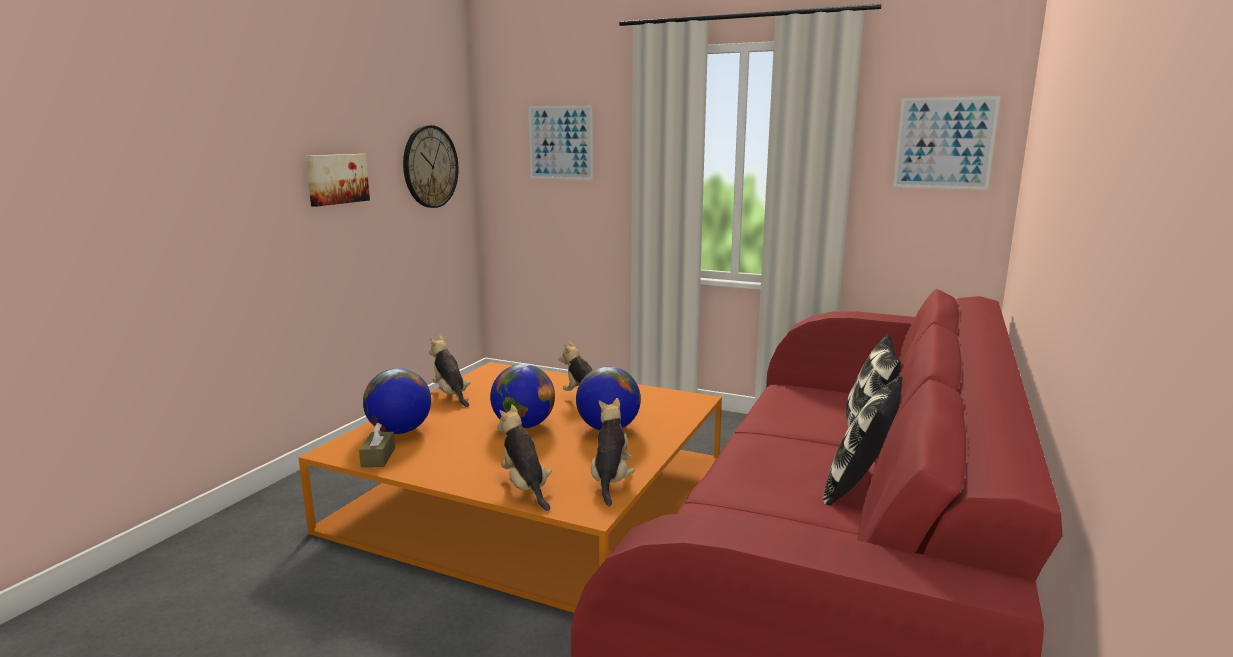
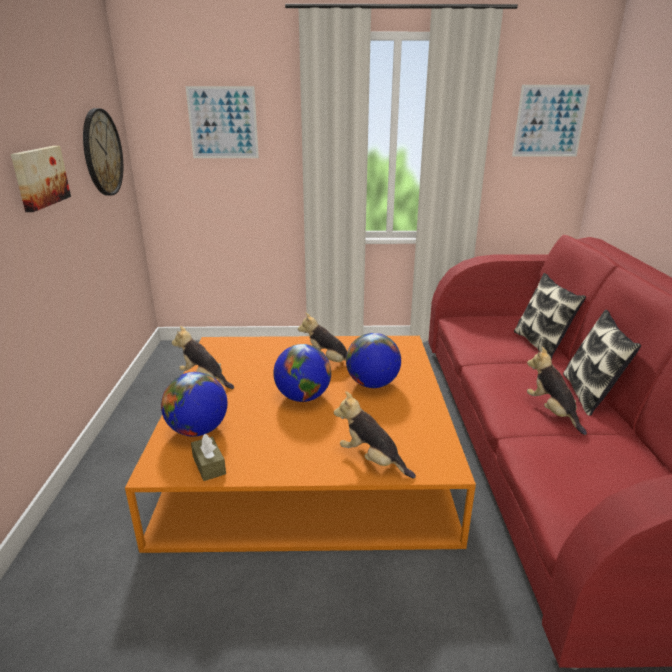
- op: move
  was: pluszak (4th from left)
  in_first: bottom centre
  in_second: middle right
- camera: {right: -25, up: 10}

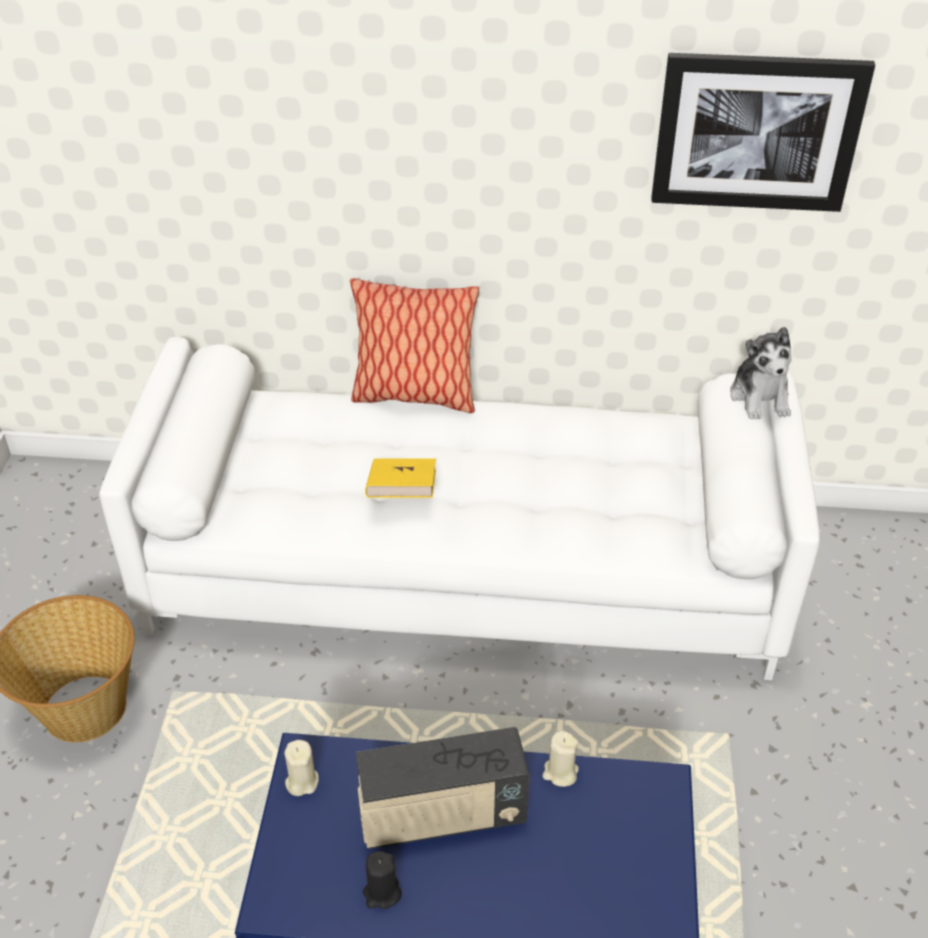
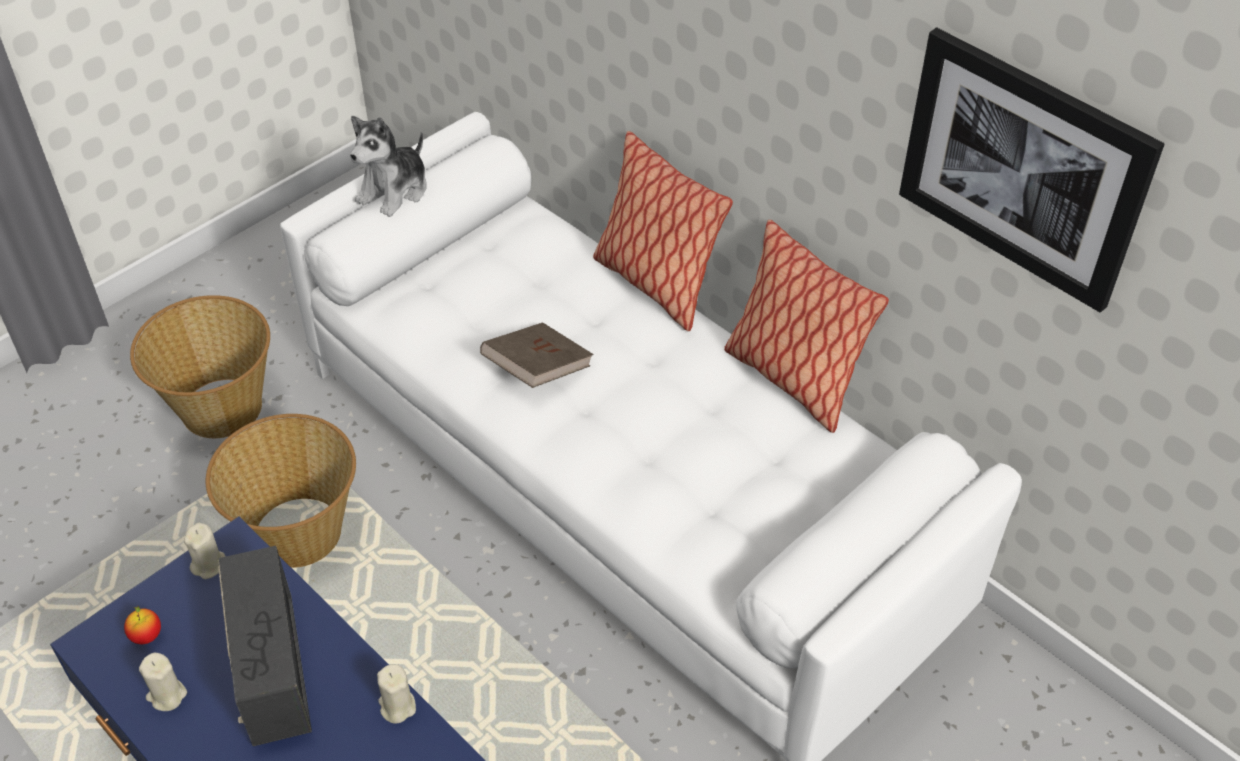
- op: insert
  now: jabłko
  in_second: bottom left
- op: insert
  now: koszyk (2nd from left)
  in_second: middle left
- op: insert
  now: poduszka (2nd from left)
  in_second: centre
- op: move
  was: pluszak
  in_first: middle right
  in_second: top left
- op: recolor
  was: świeca [czarny]
  now: świeca [beżowy] (1st from left)
  in_first: bottom centre
  in_second: bottom left
- op: recolor
  was: książka [żółty]
  now: książka [brązowy]
  in_first: centre
  in_second: centre
- op: rotate
  was: radio
  in_first: bottom centre
  in_second: bottom left
  clockwise: 45
- camera: {right: 40, up: 5}

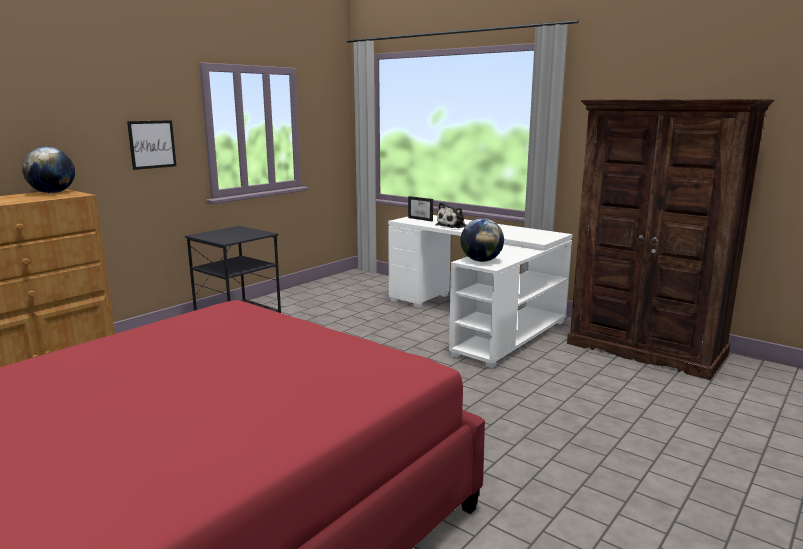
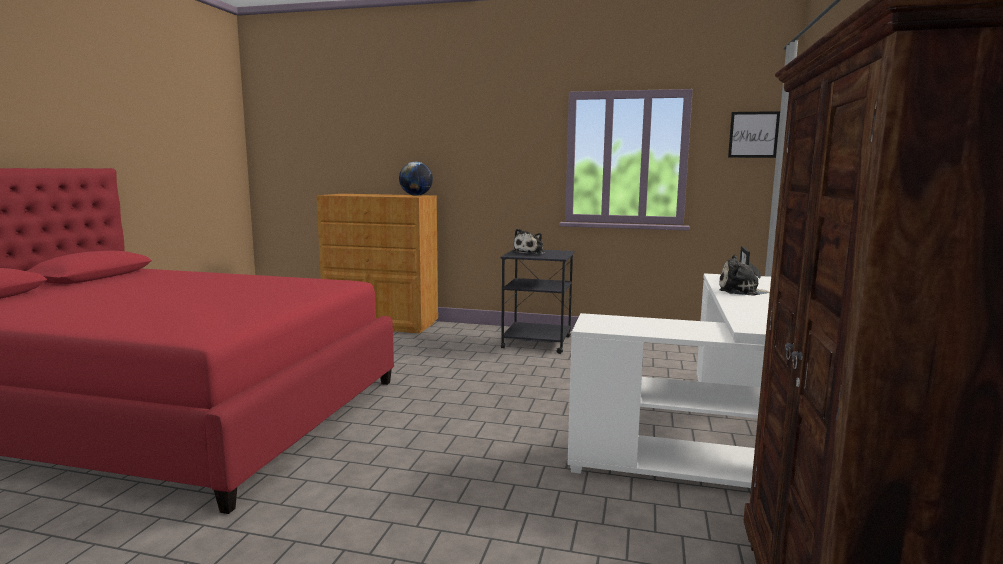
- op: delete
  was: globus (2nd from left)
  in_first: centre
- op: insert
  now: pluszak (1st from left)
  in_second: centre
- op: move
  was: obraz
  in_first: top left
  in_second: top right
- camera: {right: 65, up: -5}

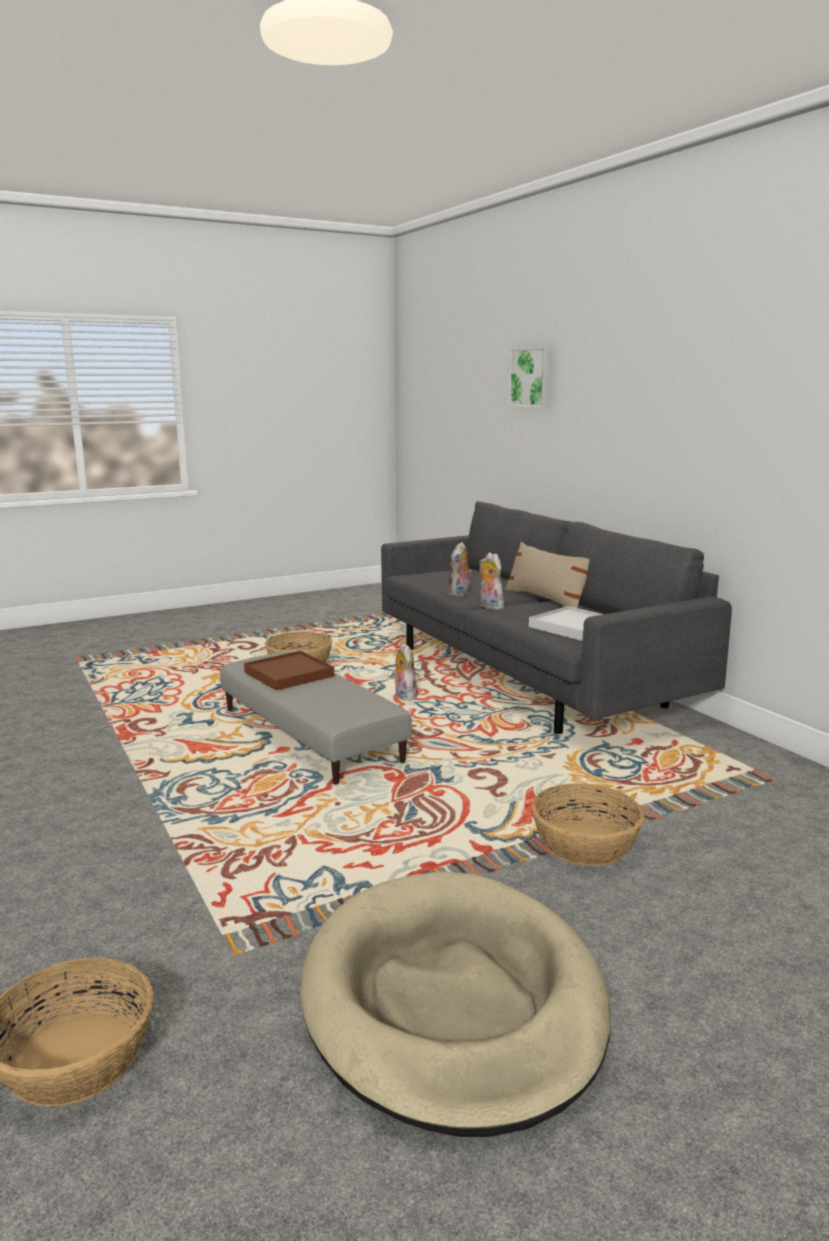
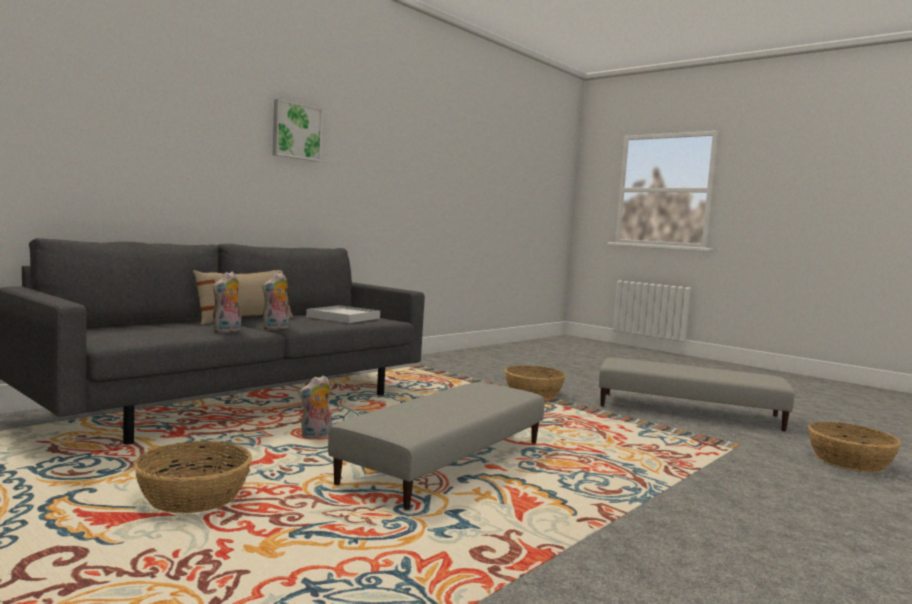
- op: delete
  was: taca [brązowy]
  in_first: centre
- op: move
  was: obraz
  in_first: top centre
  in_second: top left
- op: replace
  was: legowisko [beżowy]
  now: pufa [szary] (2nd from left)
  in_first: bottom centre
  in_second: middle right
- op: rotate
  was: pluszak (2nd from left in the first image)
  in_first: centre
  in_second: middle left
  clockwise: 105
- camera: {right: -110, up: -10}

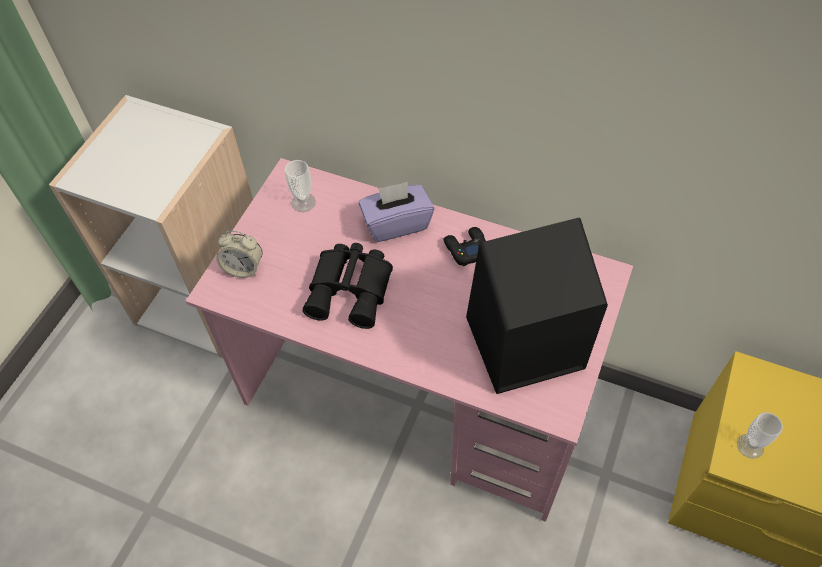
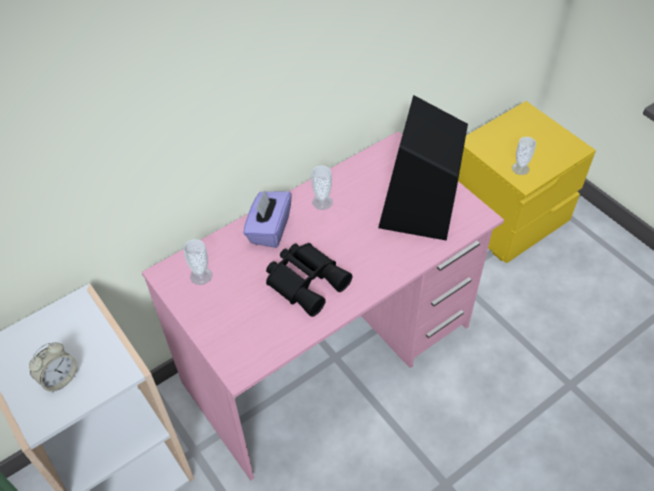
- op: move
  was: budzik
  in_first: middle left
  in_second: bottom left
- op: replace
  was: pad do gier [czarny]
  now: filiżanka (2nd from left)
  in_first: centre
  in_second: centre
- camera: {right: -60, up: -5}

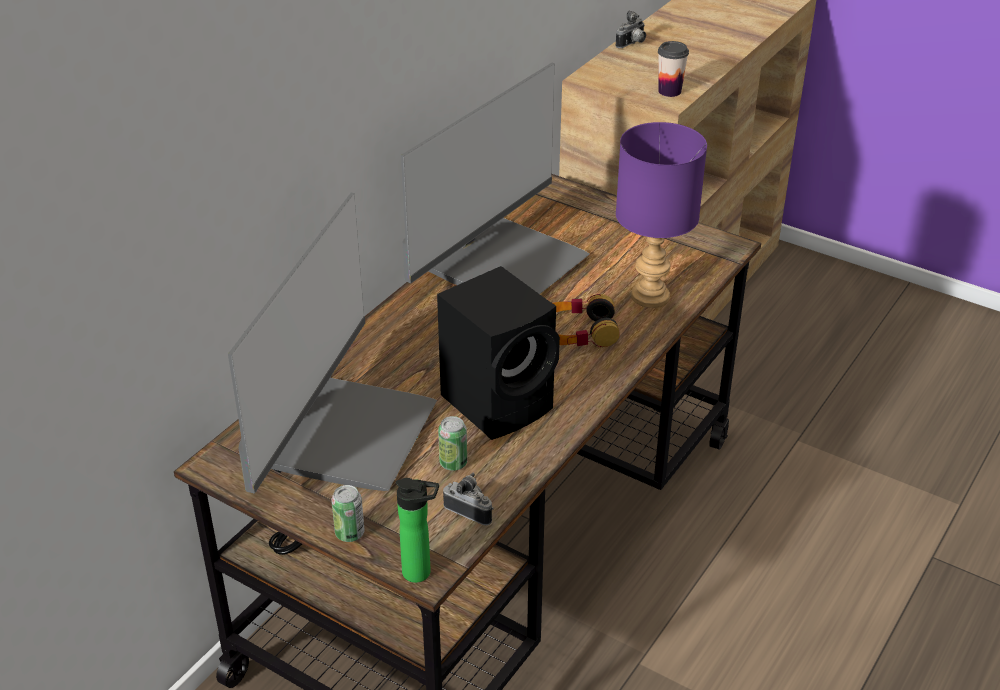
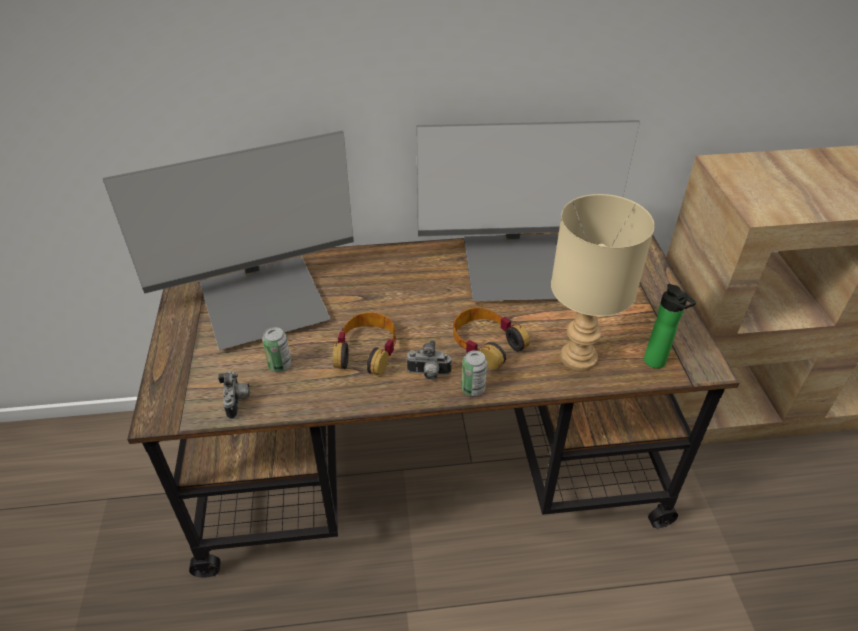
- op: delete
  was: filiżanka
  in_first: top right
- op: move
  was: puszka (1st from left in the first image)
  now: puszka (2nd from left)
  in_first: bottom centre
  in_second: centre
- op: move
  was: butelka
  in_first: bottom centre
  in_second: middle right
- op: move
  was: aparat fotograficzny (2nd from left)
  in_first: top centre
  in_second: centre
- op: replace
  was: głośnik [czarny]
  now: słuchawki (1st from left)
  in_first: centre
  in_second: centre
- op: recolor
  was: lampa stołowa [fioletowy]
  now: lampa stołowa [beżowy]
  in_first: top centre
  in_second: middle right
- camera: {right: 50, up: 5}

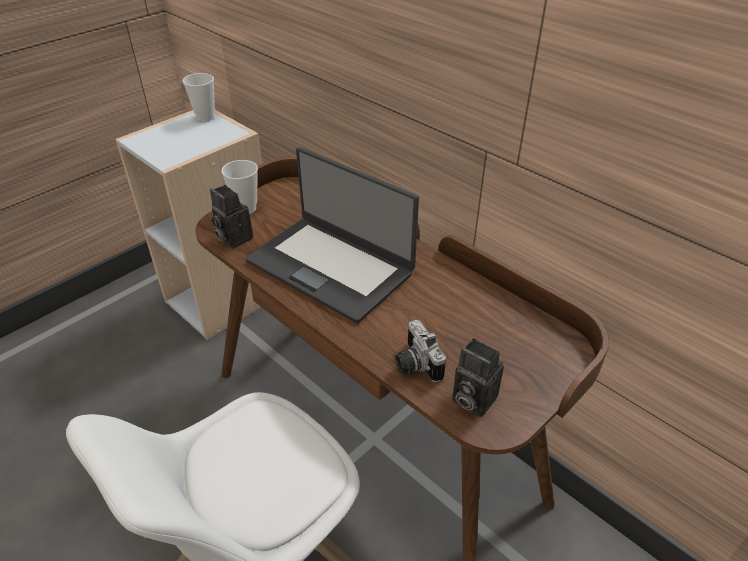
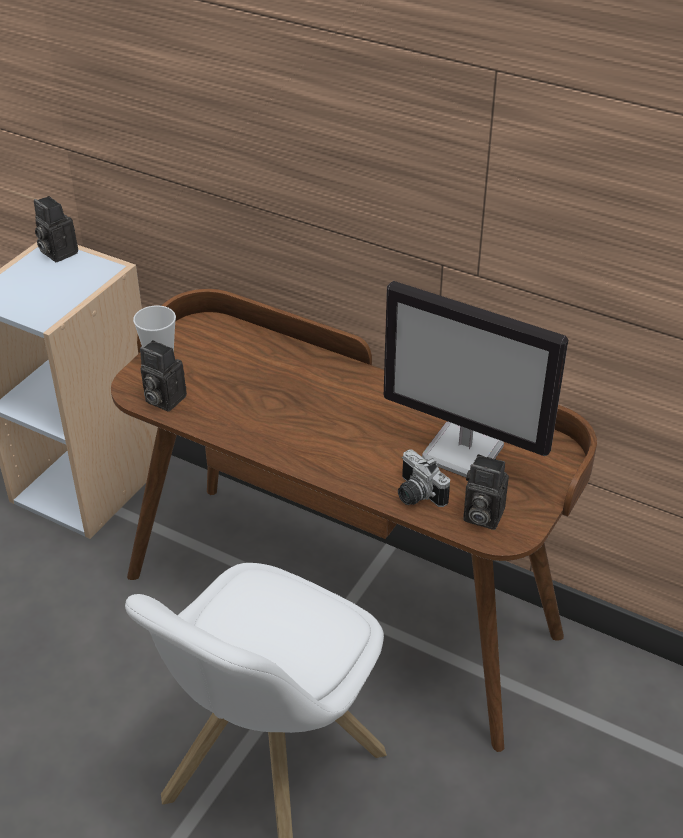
- op: delete
  was: laptop
  in_first: centre
- op: insert
  now: monitor
  in_second: middle right
- op: replace
  was: filiżanka (1st from left)
  now: aparat fotograficzny (1st from left)
  in_first: top left
  in_second: top left
- camera: {right: -15, up: 0}

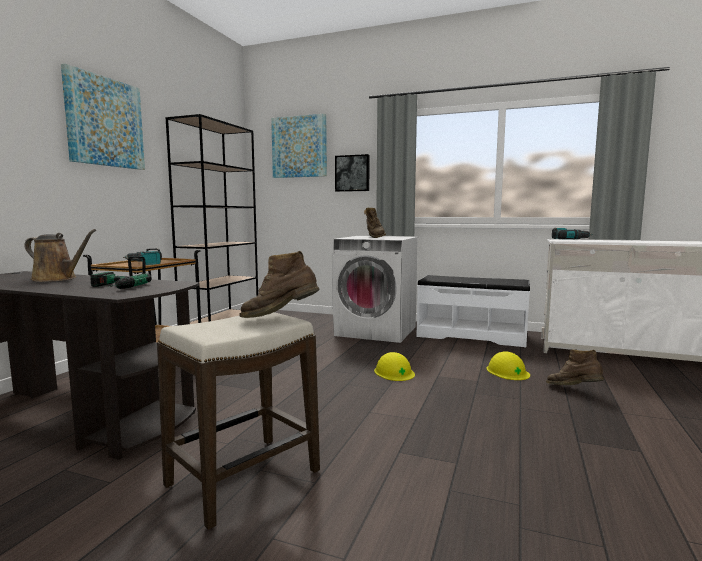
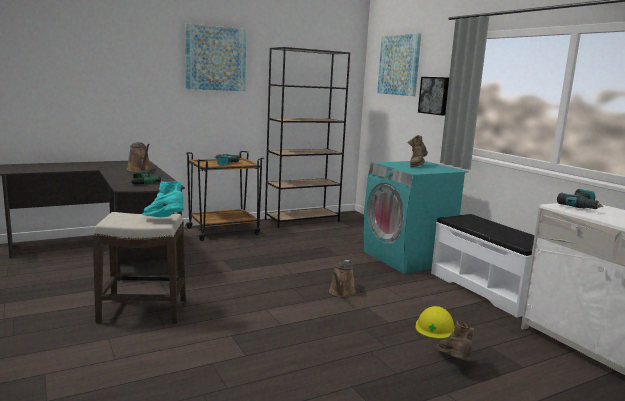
- op: replace
  was: kask [żółty] (1st from left)
  now: konewka [brązowy] (2nd from left)
  in_first: centre
  in_second: bottom centre
- op: recolor
  was: but z cholewką [brązowy] (1st from left)
  now: but z cholewką [turkusowy]
  in_first: centre
  in_second: middle left
- op: recolor
  was: pralka [biały]
  now: pralka [turkusowy]
  in_first: centre
  in_second: centre
- camera: {right: 40, up: 5}

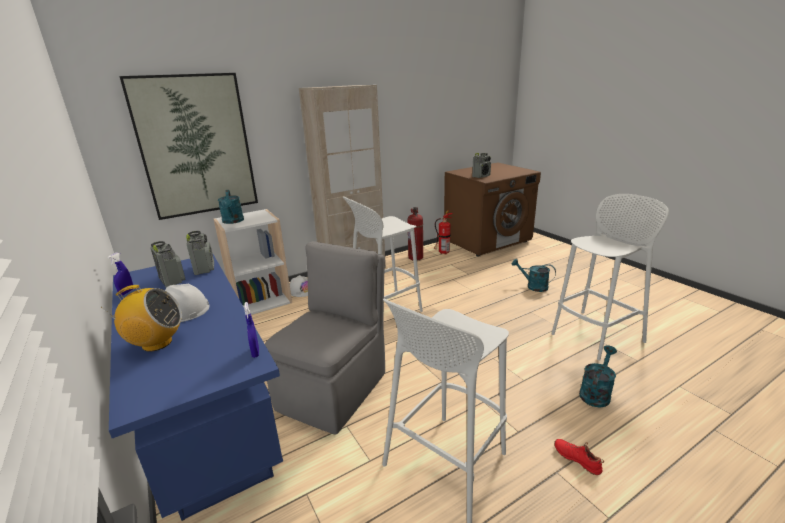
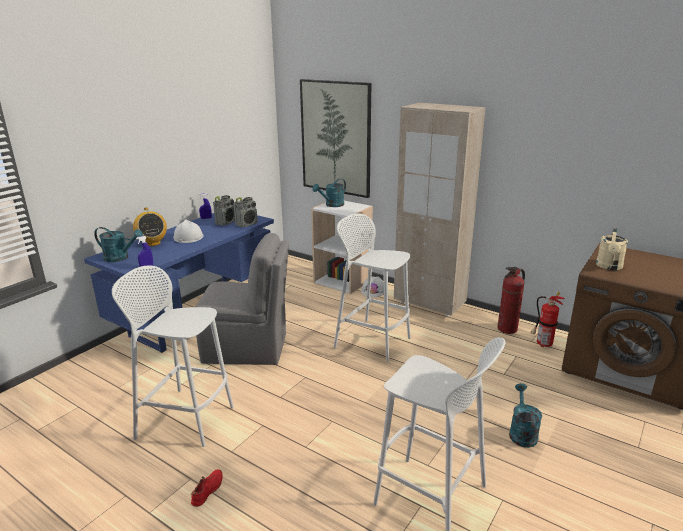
- op: move
  was: konewka [turkusowy] (3rd from left in the first image)
  now: konewka [turkusowy] (1st from left)
  in_first: bottom right
  in_second: middle left
- op: replace
  was: radio (4th from left)
  now: konewka [beżowy]
  in_first: top centre
  in_second: middle right
- camera: {right: 65, up: 0}

